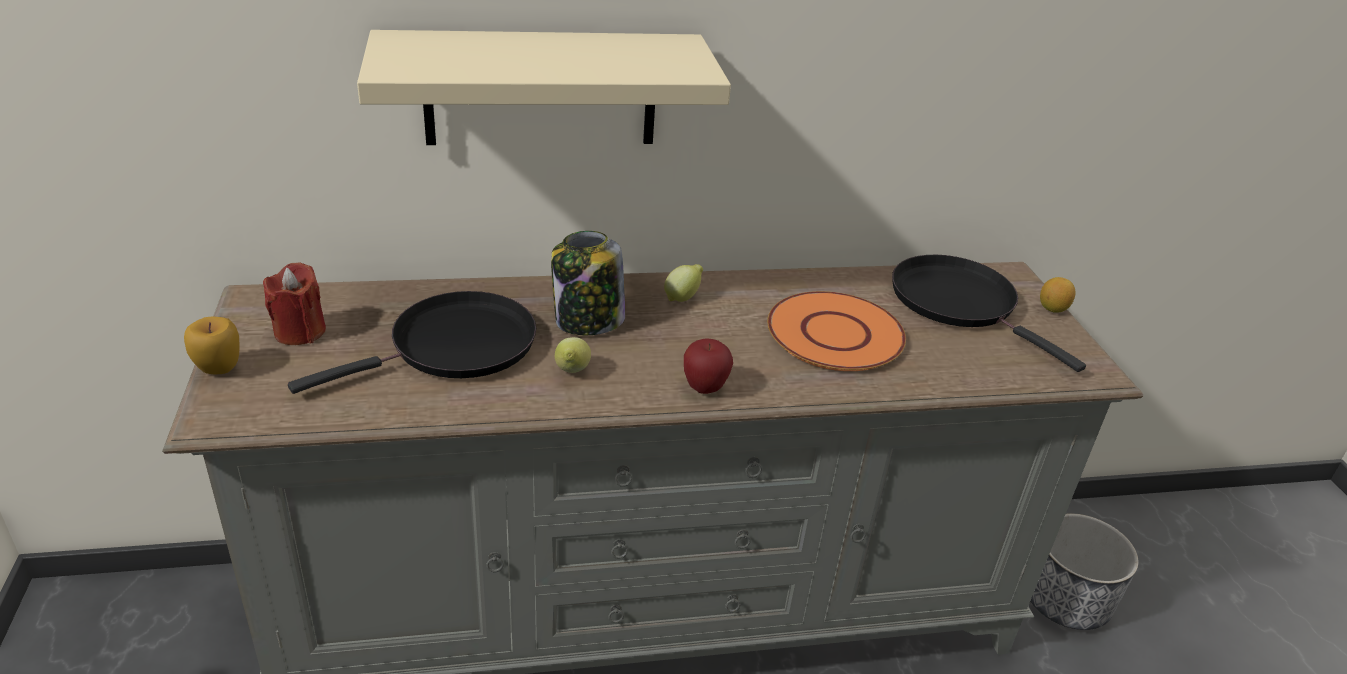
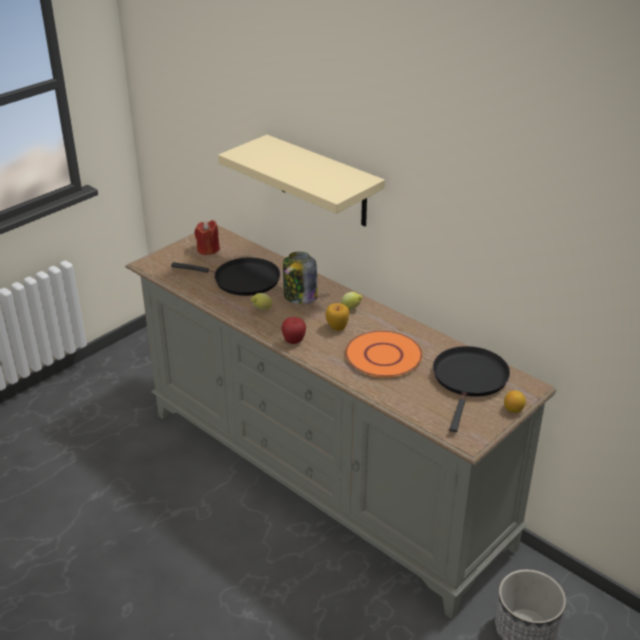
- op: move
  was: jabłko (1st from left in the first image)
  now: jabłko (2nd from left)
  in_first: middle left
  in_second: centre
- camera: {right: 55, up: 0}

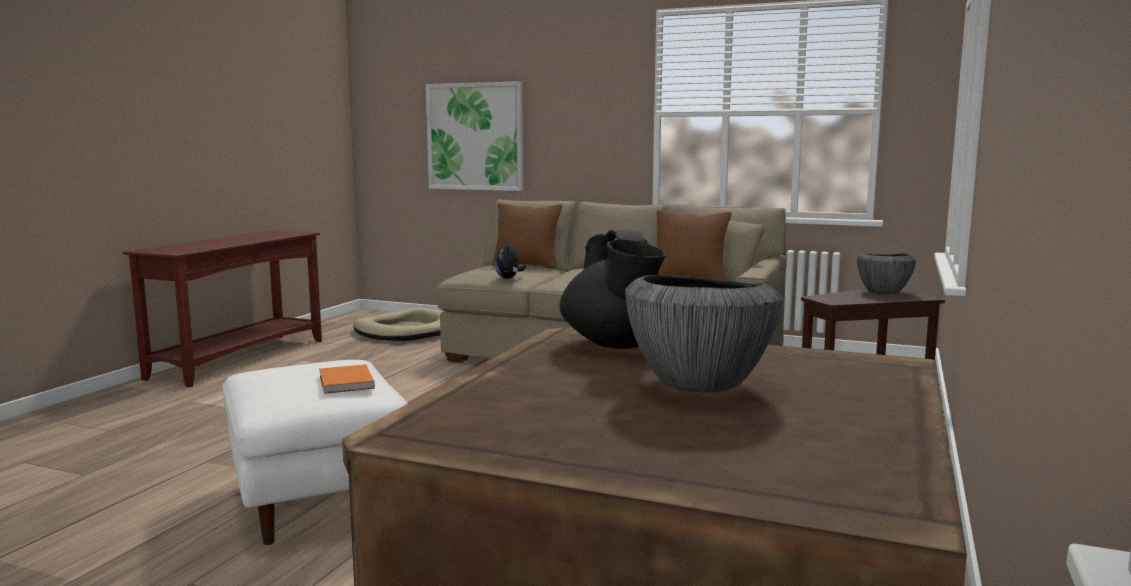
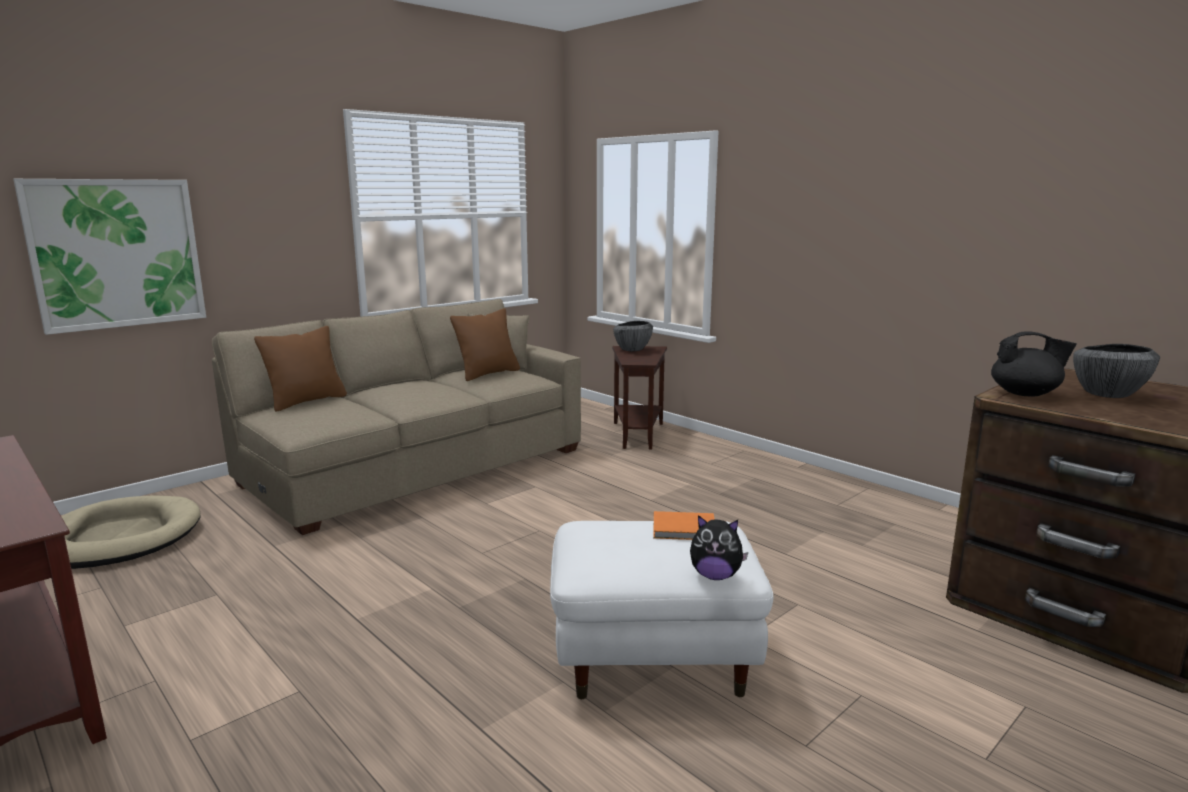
- op: move
  was: pluszak
  in_first: centre
  in_second: bottom centre
- camera: {right: -65, up: 5}

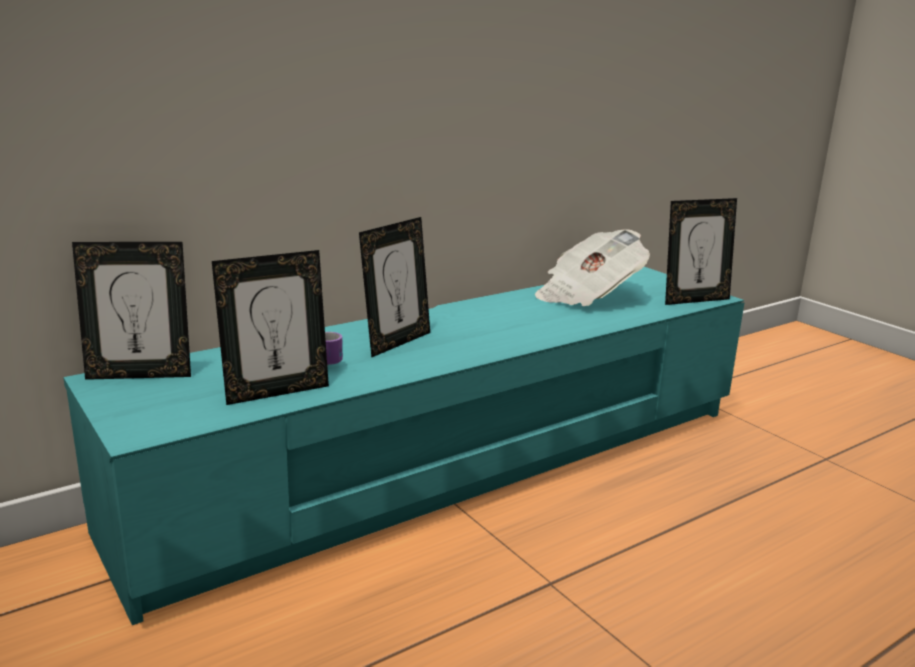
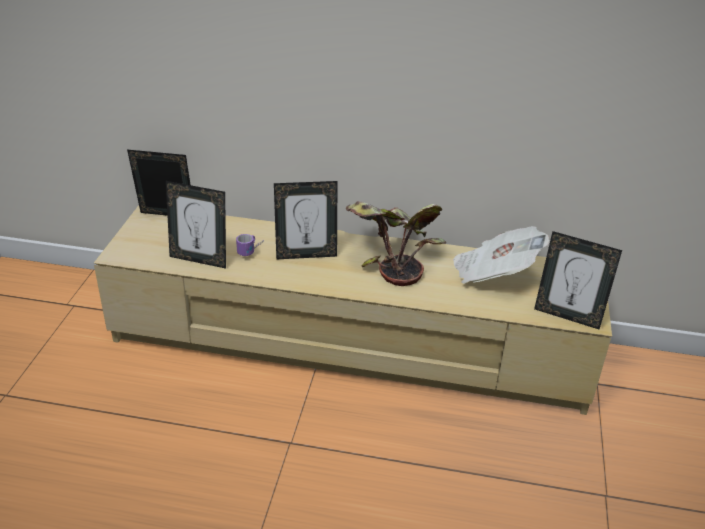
- op: insert
  now: roślina doniczkowa
  in_second: centre
- op: recolor
  was: szafka pod telewizor [turkusowy]
  now: szafka pod telewizor [beżowy]
  in_first: bottom centre
  in_second: centre
- op: rotate
  was: ramka na zdjęcie (1st from left)
  in_first: middle left
  in_second: middle left
  clockwise: 150
- camera: {right: 45, up: 15}

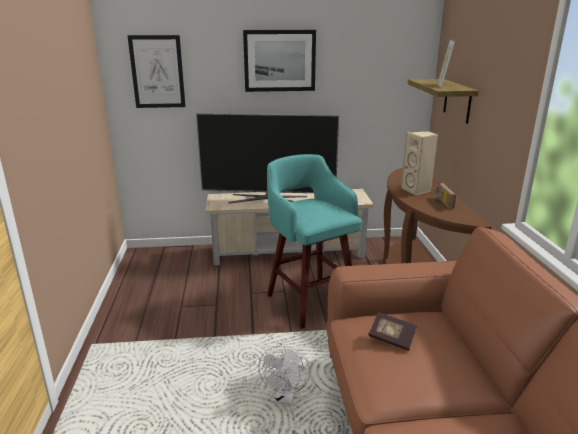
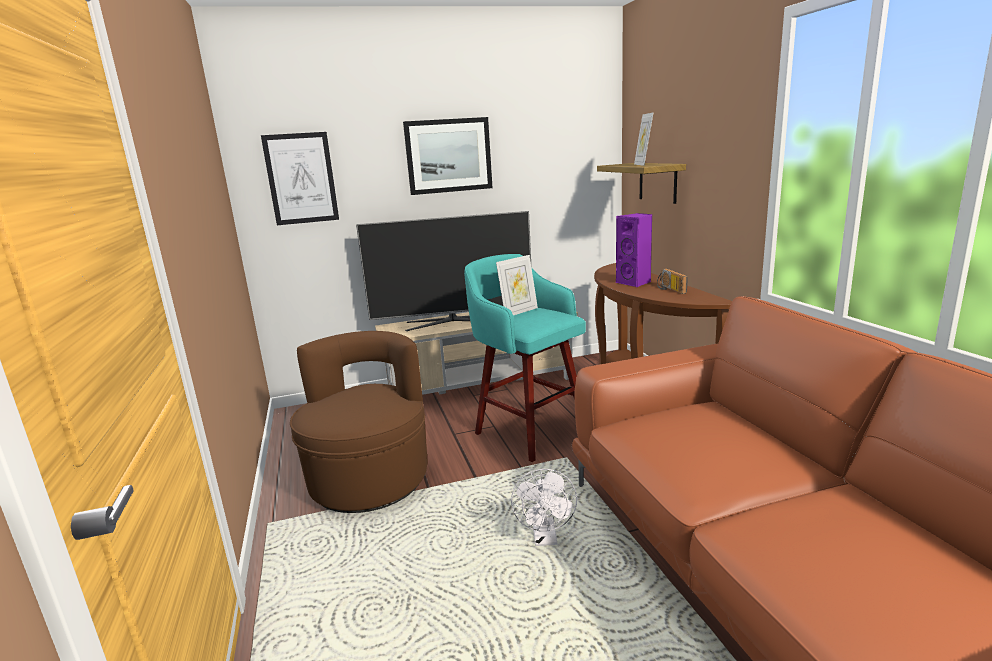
- op: delete
  was: książka
  in_first: bottom right
- op: insert
  now: fotel [brązowy]
  in_second: centre
- op: insert
  now: ramka na zdjęcie (1st from left)
  in_second: centre
- op: recolor
  was: głośnik [beżowy]
  now: głośnik [fioletowy]
  in_first: middle right
  in_second: centre
- camera: {right: -10, up: -5}

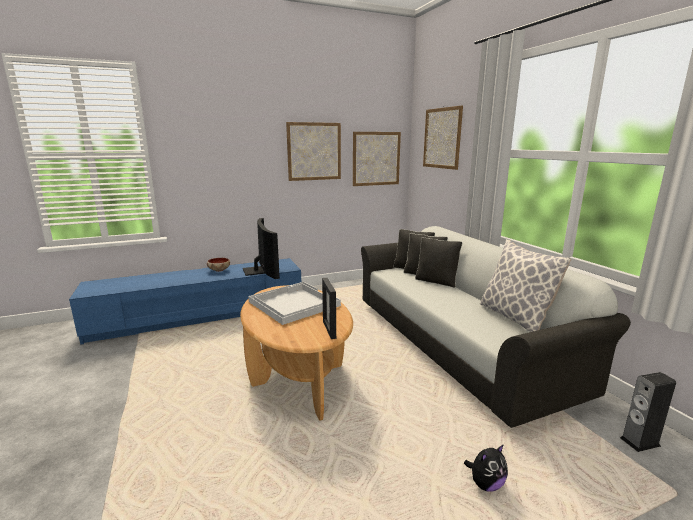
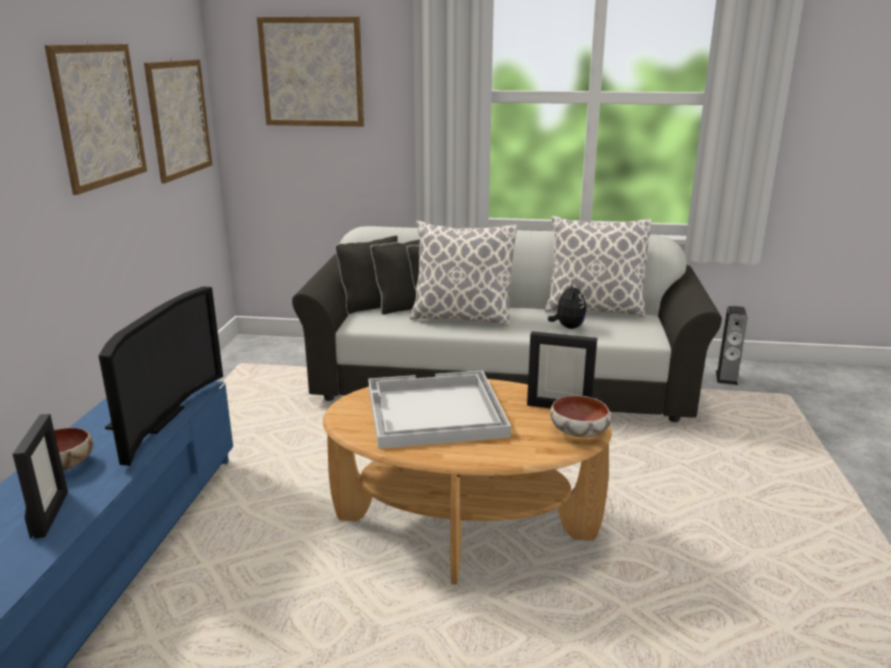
- op: insert
  now: ramka na zdjęcie (1st from left)
  in_second: bottom left
- op: insert
  now: poduszka (1st from left)
  in_second: centre
- op: insert
  now: miska (2nd from left)
  in_second: centre
- op: move
  was: pluszak
  in_first: bottom right
  in_second: centre
- op: rotate
  was: telewizor
  in_first: centre
  in_second: middle left
  clockwise: 90
- camera: {right: -60, up: 5}

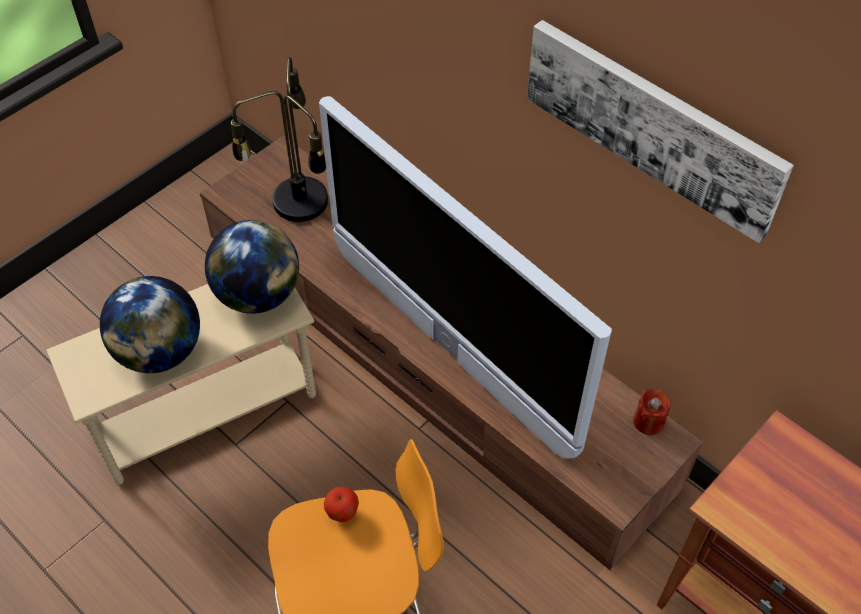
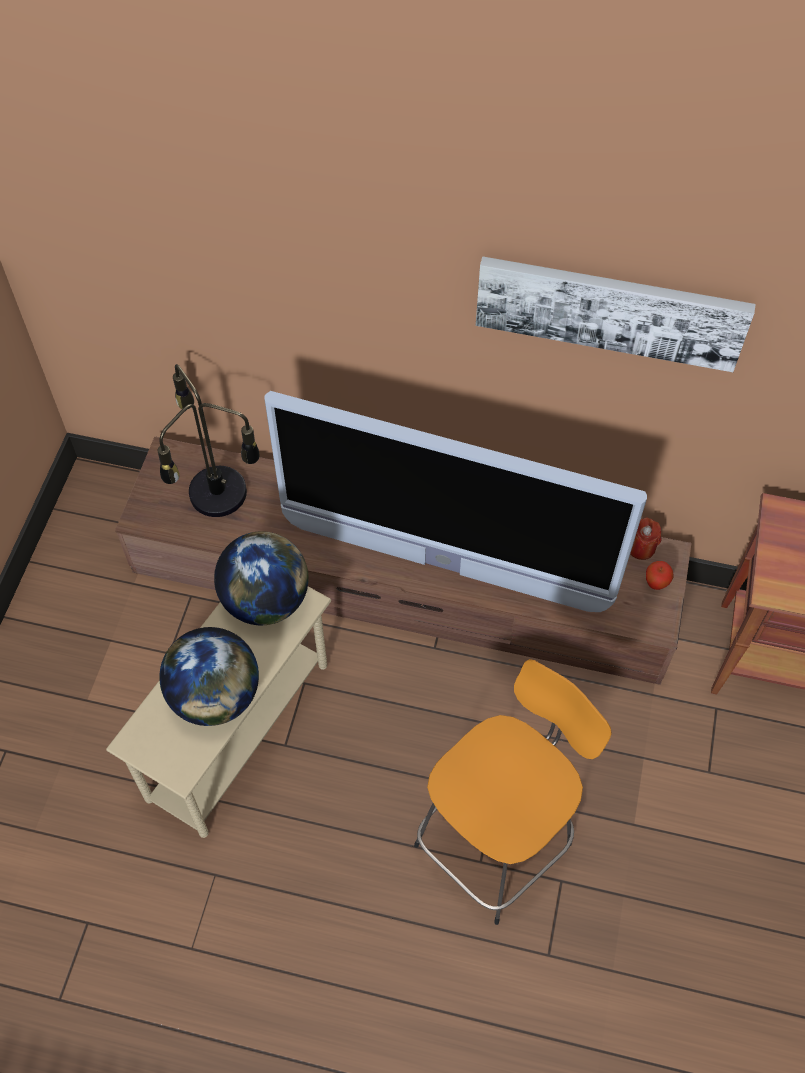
- op: move
  was: jabłko
  in_first: bottom centre
  in_second: middle right
- camera: {right: -30, up: 5}

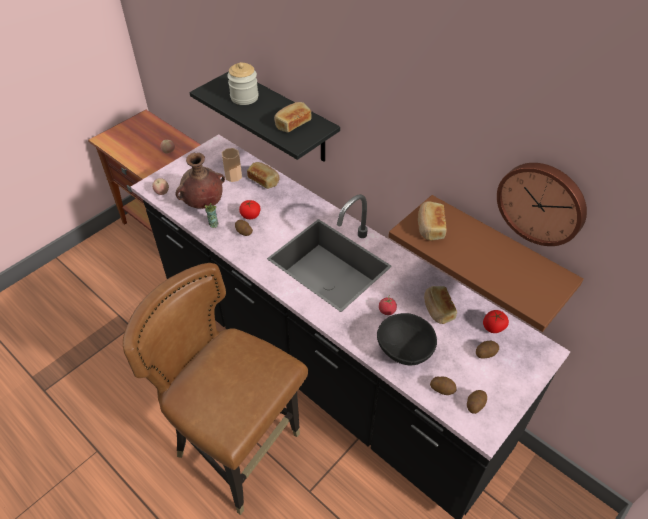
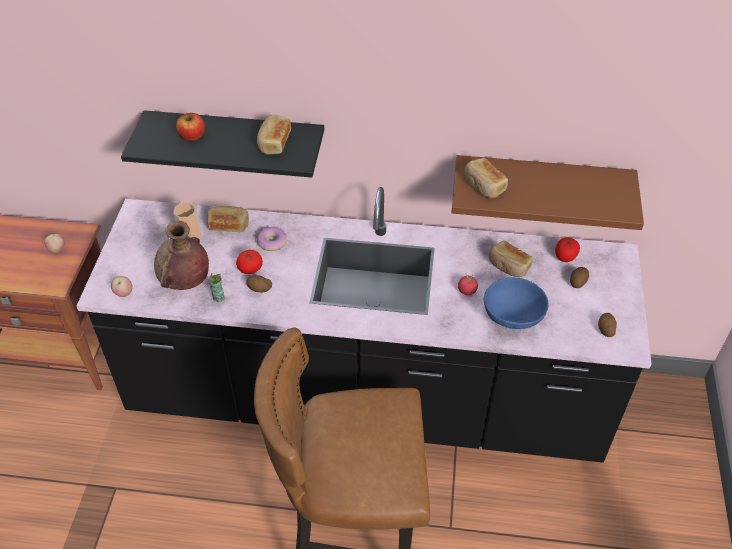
- op: delete
  was: ziemniak (2nd from left)
  in_first: bottom right
- op: delete
  was: zegar ścienny
  in_first: middle right
- op: insert
  now: donut
  in_second: centre
- op: replace
  was: słoik
  now: jabłko (3rd from left)
  in_first: top centre
  in_second: top left
- op: recolor
  was: miska [czarny]
  now: miska [niebieski]
  in_first: centre
  in_second: middle right
- camera: {right: -35, up: 0}

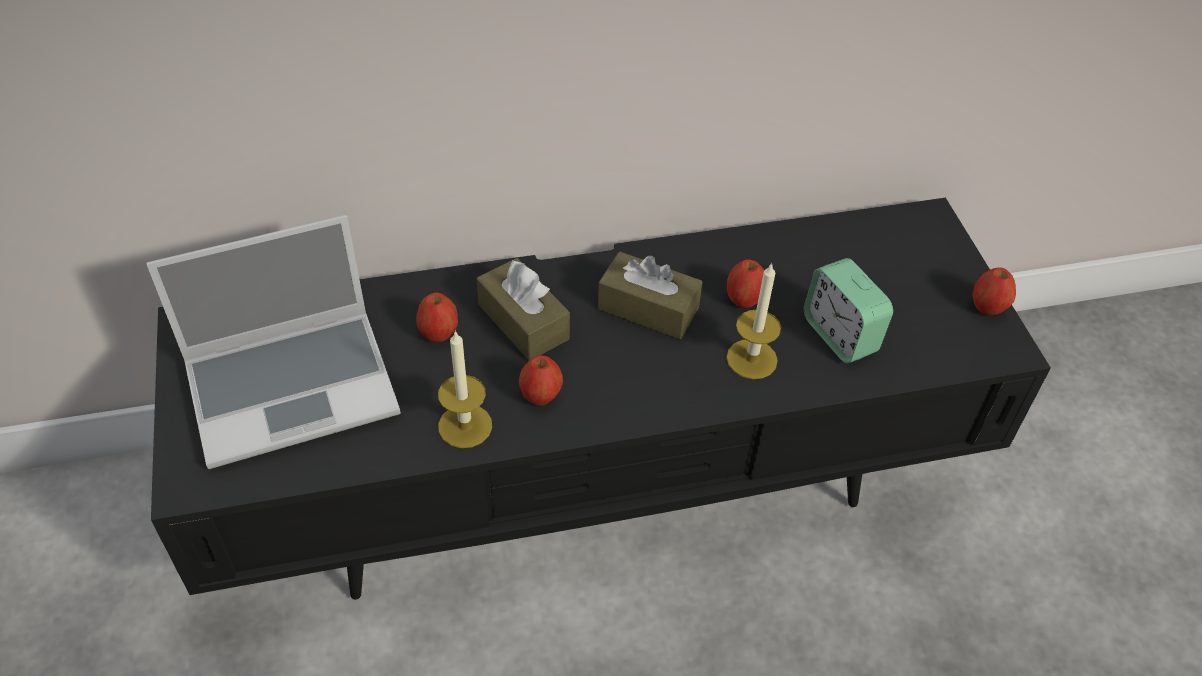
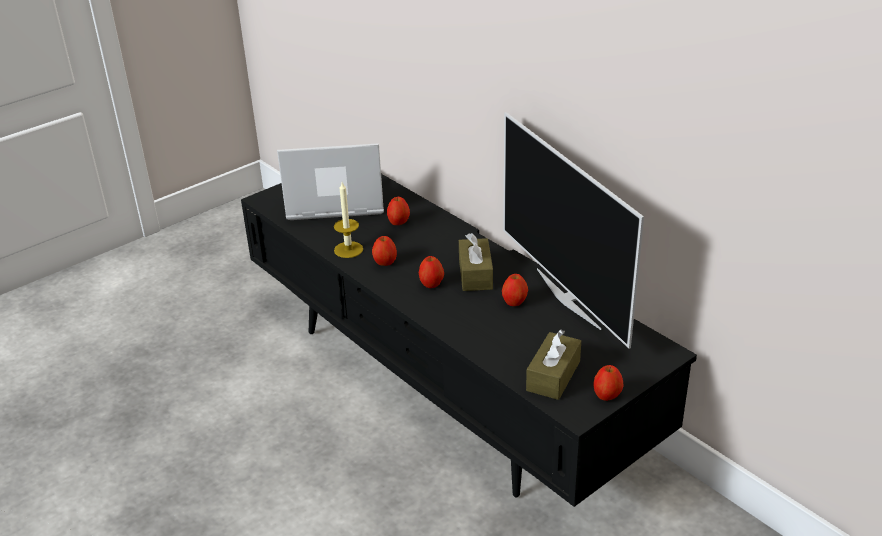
- op: delete
  was: świeca (2nd from left)
  in_first: centre
- op: delete
  was: budzik
  in_first: middle right
- op: insert
  now: jabłko (3rd from left)
  in_second: centre
- op: insert
  now: telewizor
  in_second: centre
- op: move
  was: pudełko chusteczek [brązowy] (1st from left in the first image)
  now: pudełko chusteczek [brązowy] (2nd from left)
  in_first: centre
  in_second: bottom centre
- op: rotate
  was: laptop
  in_first: middle left
  in_second: centre
  clockwise: 135
- camera: {right: 65, up: -15}

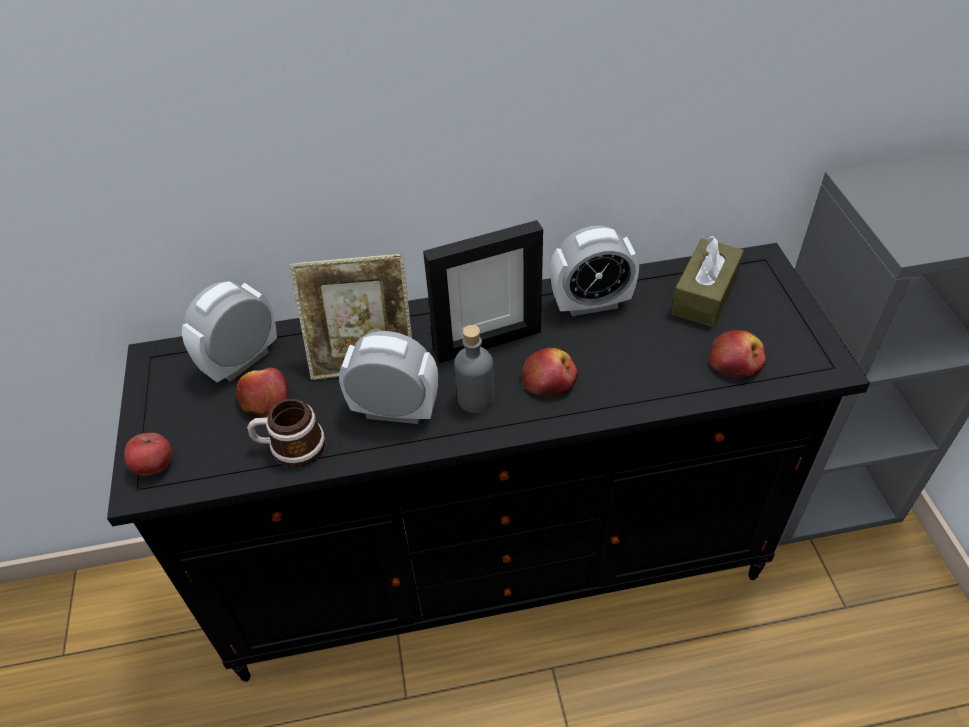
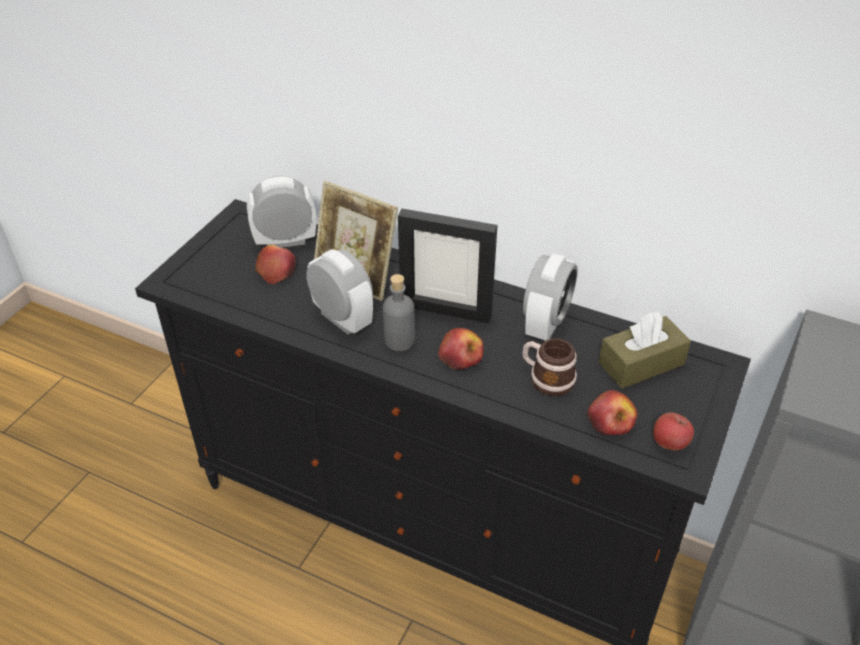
- op: move
  was: jabłko (1st from left in the first image)
  now: jabłko (4th from left)
  in_first: middle left
  in_second: bottom right
- op: move
  was: kubek
  in_first: middle left
  in_second: centre
- op: rotate
  was: budzik (3rd from left)
  in_first: centre
  in_second: centre
  clockwise: -90
- camera: {right: 35, up: -5}

